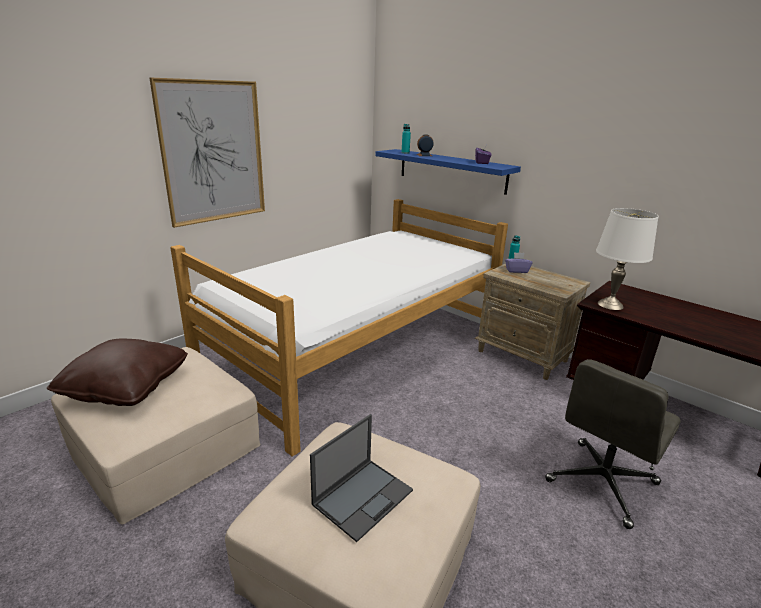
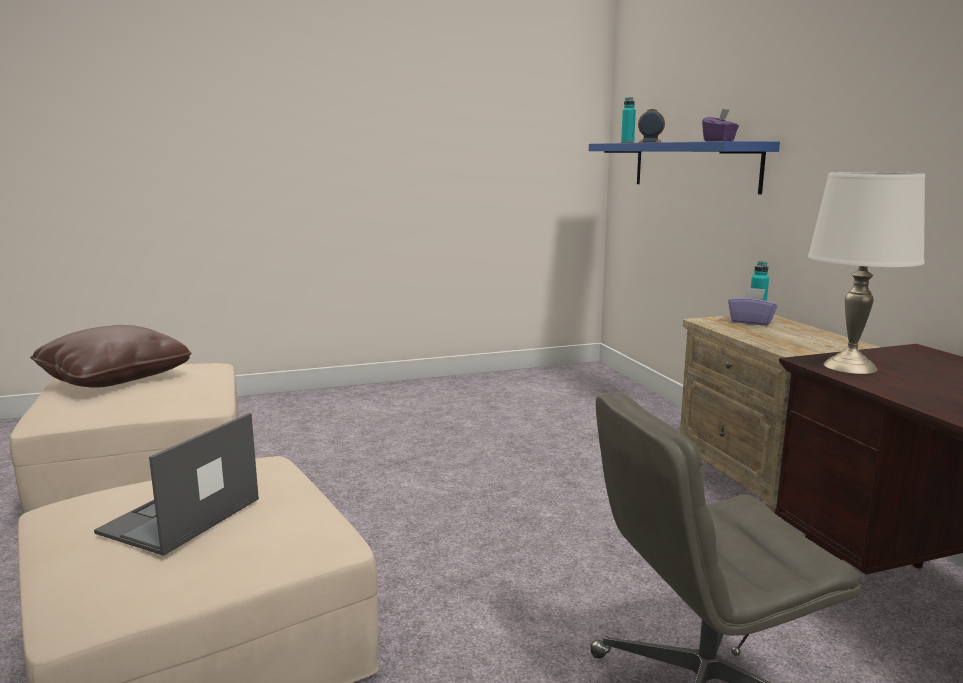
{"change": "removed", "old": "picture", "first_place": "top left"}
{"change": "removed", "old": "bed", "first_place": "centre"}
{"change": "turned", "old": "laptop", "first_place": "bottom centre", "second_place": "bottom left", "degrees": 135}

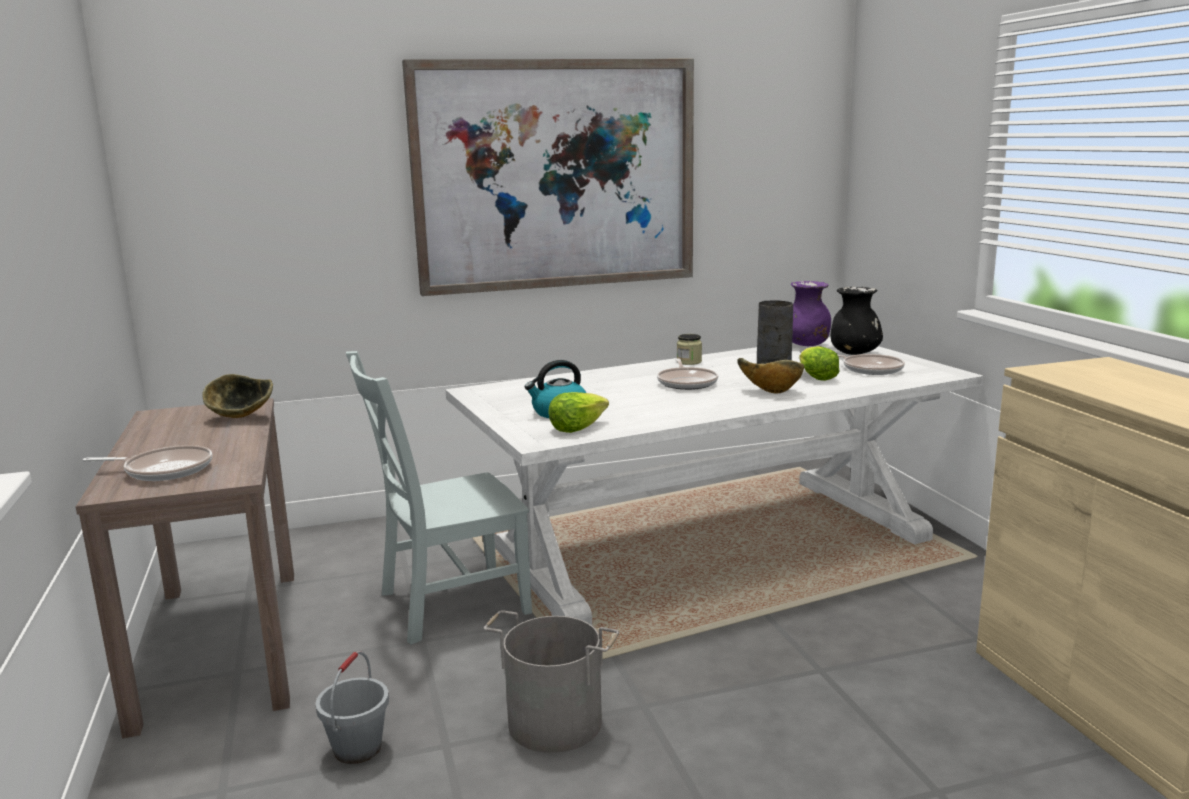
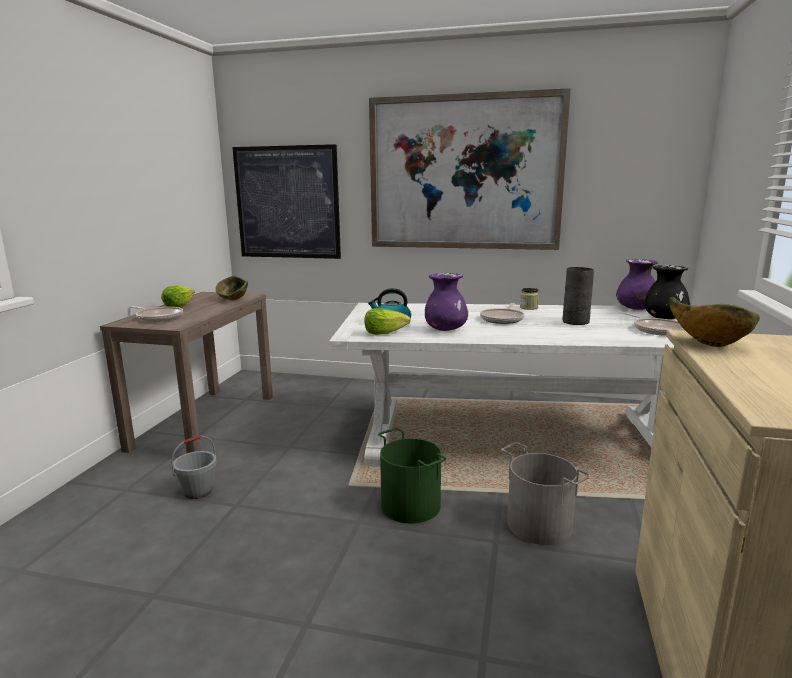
{"change": "moved", "old": "lettuce (2nd from left in the first image)", "new": "lettuce (1st from left)", "first_place": "middle right", "second_place": "middle left"}
{"change": "removed", "old": "chair/grey", "first_place": "centre"}
{"change": "moved", "old": "bowl (2nd from left)", "first_place": "centre", "second_place": "middle right"}
{"change": "moved", "old": "bucket/grey (2nd from left)", "first_place": "bottom centre", "second_place": "bottom right"}
{"change": "added", "new": "picture (1st from left)", "second_place": "top centre"}
{"change": "added", "new": "vase/purple (1st from left)", "second_place": "centre"}
{"change": "added", "new": "bucket/green", "second_place": "bottom centre"}

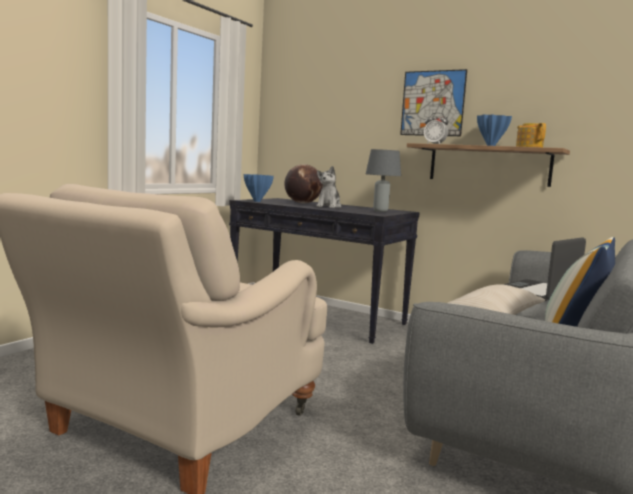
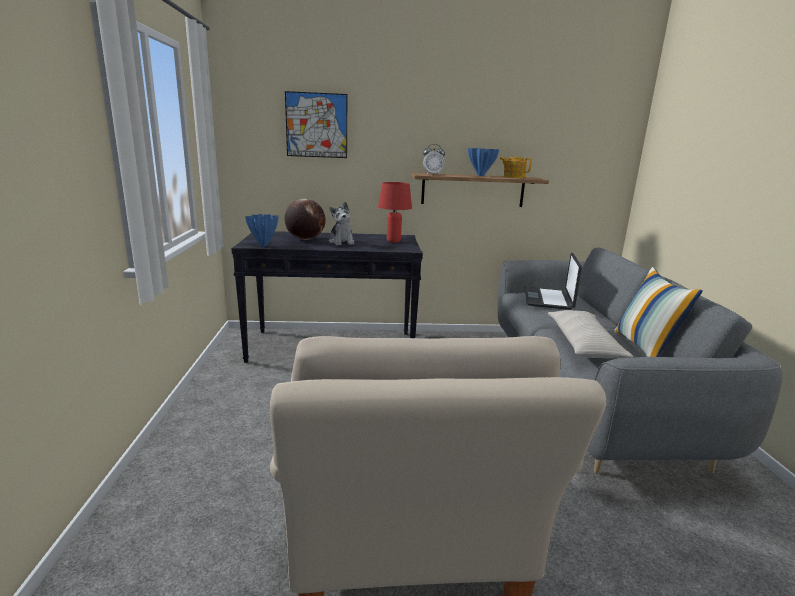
{"change": "moved", "old": "picture", "first_place": "top right", "second_place": "top centre"}
{"change": "recoloured", "old": "table lamp/grey", "new": "table lamp/red", "first_place": "centre", "second_place": "centre"}

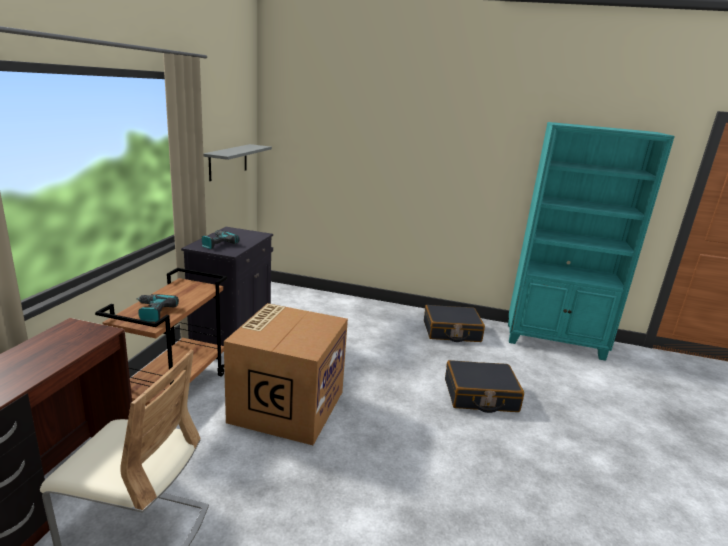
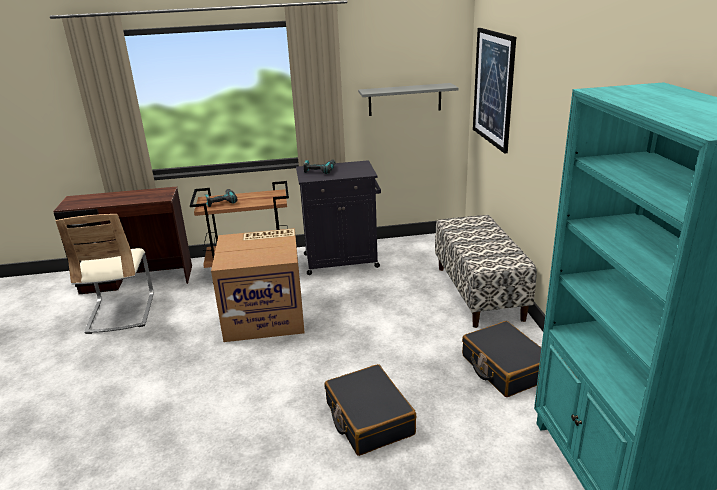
{"change": "added", "new": "picture", "second_place": "top right"}
{"change": "added", "new": "bench", "second_place": "middle right"}

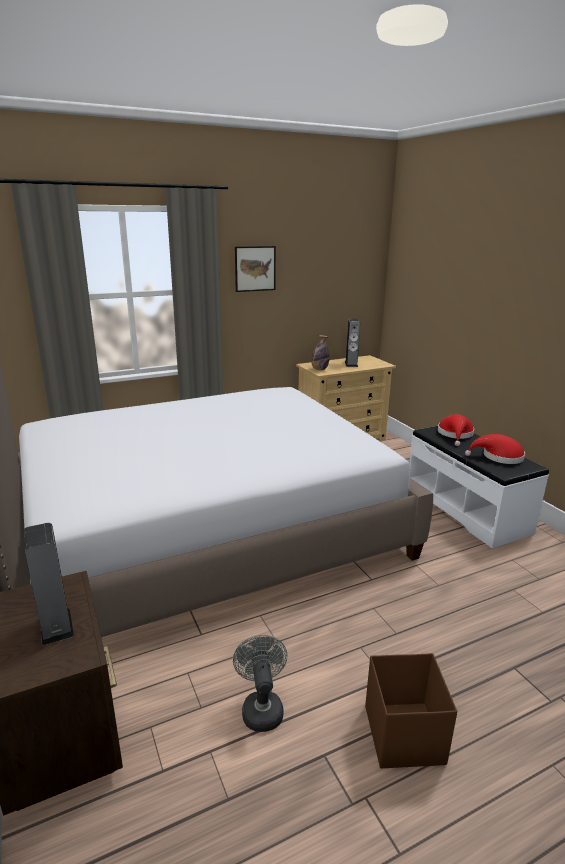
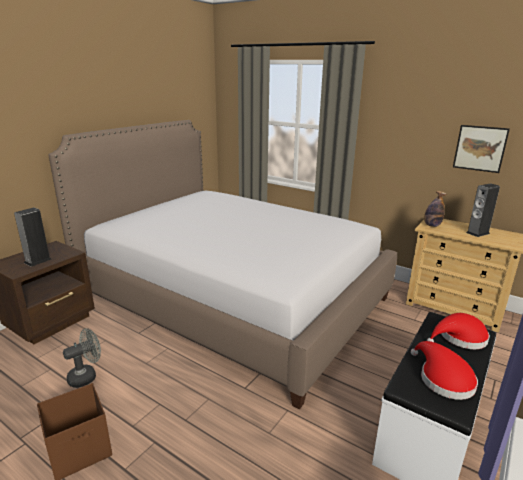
{"change": "moved", "old": "picture", "first_place": "top centre", "second_place": "top right"}

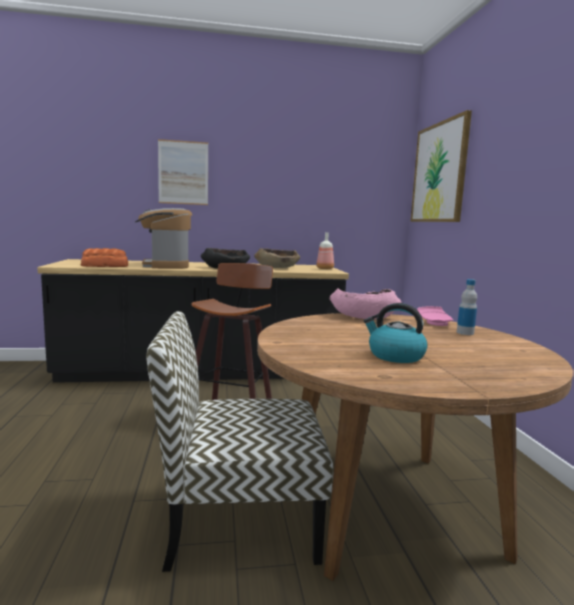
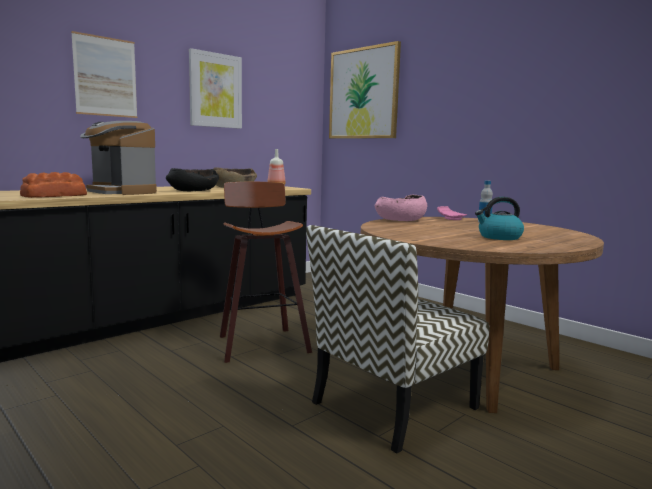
{"change": "added", "new": "picture (2nd from left)", "second_place": "top left"}

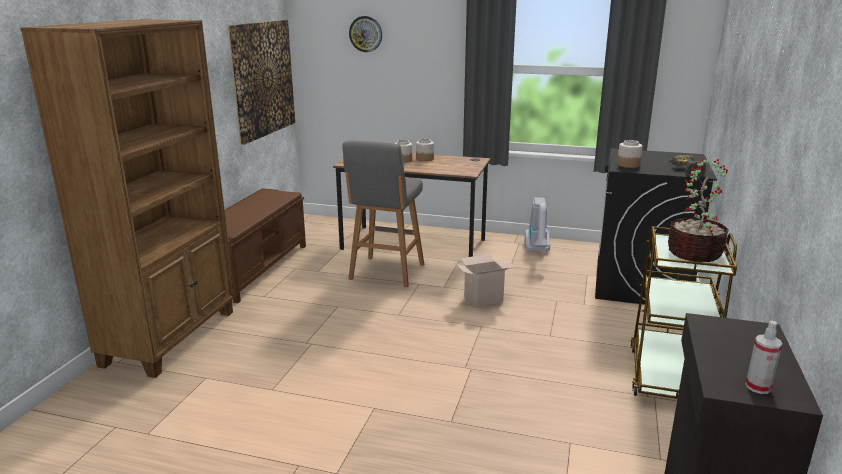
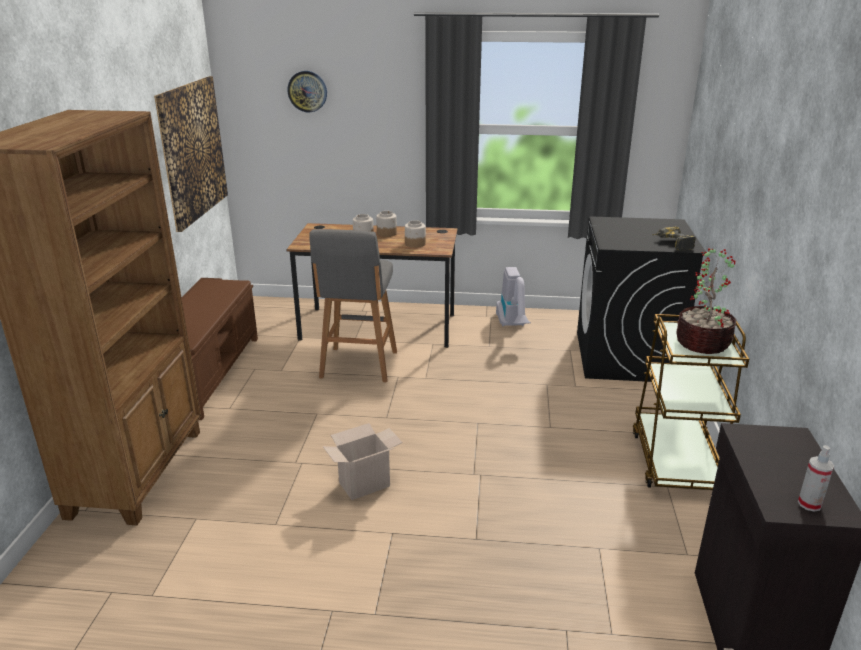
{"change": "moved", "old": "jar (3rd from left)", "first_place": "top right", "second_place": "centre"}
{"change": "moved", "old": "cardboard box", "first_place": "centre", "second_place": "bottom centre"}

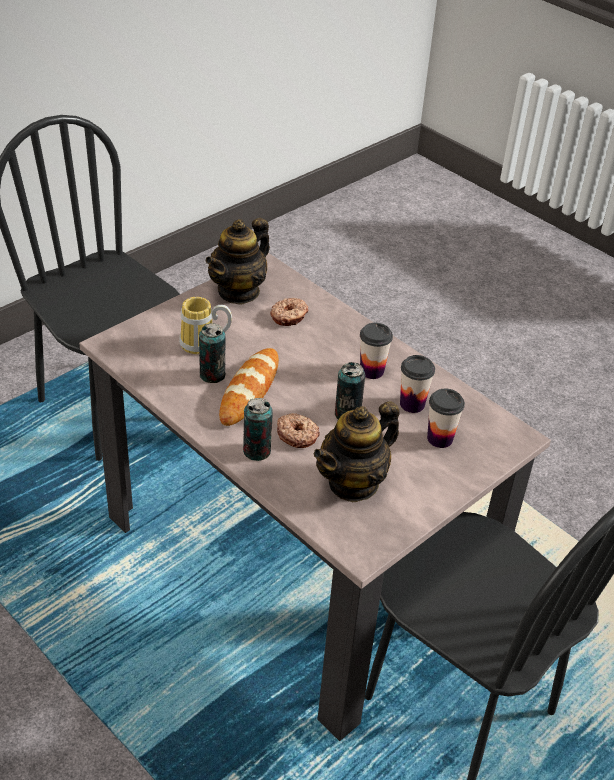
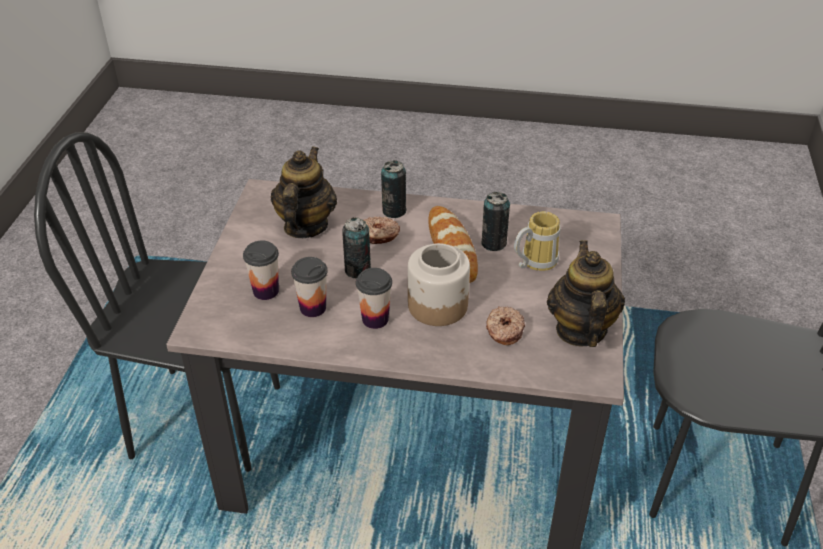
{"change": "added", "new": "jar", "second_place": "centre"}

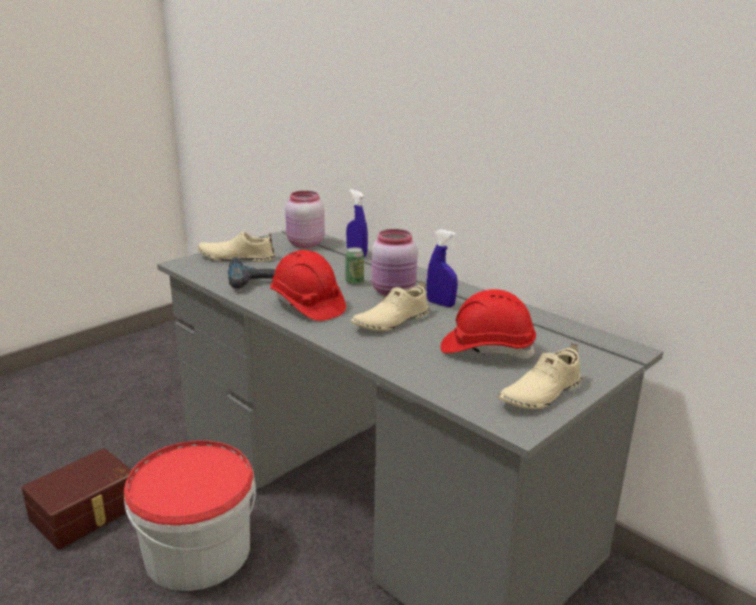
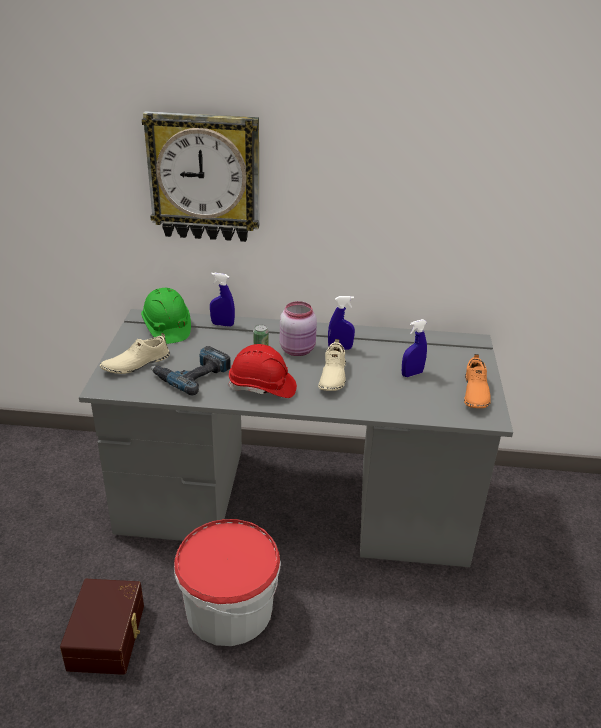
{"change": "replaced", "old": "jar/pink (1st from left)", "new": "hard hat/green", "first_place": "centre", "second_place": "middle left"}
{"change": "replaced", "old": "hard hat/red (2nd from left)", "new": "spray bottle/blue (3rd from left)", "first_place": "centre", "second_place": "middle right"}
{"change": "recoloured", "old": "shoe/beige (3rd from left)", "new": "shoe/orange", "first_place": "middle right", "second_place": "middle right"}
{"change": "added", "new": "wall clock", "second_place": "top left"}

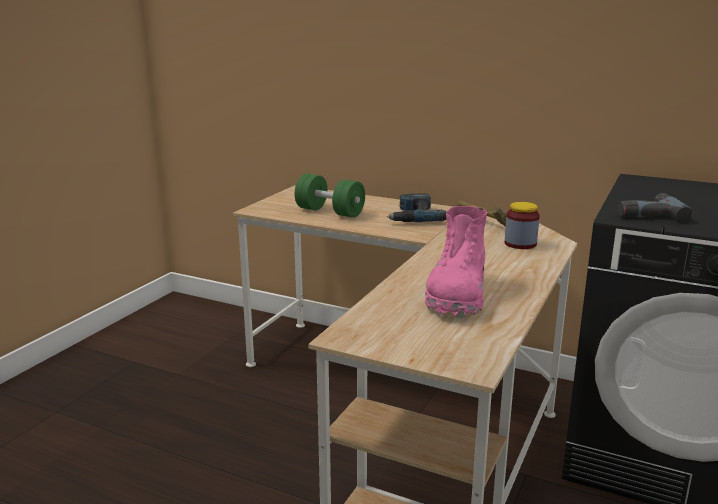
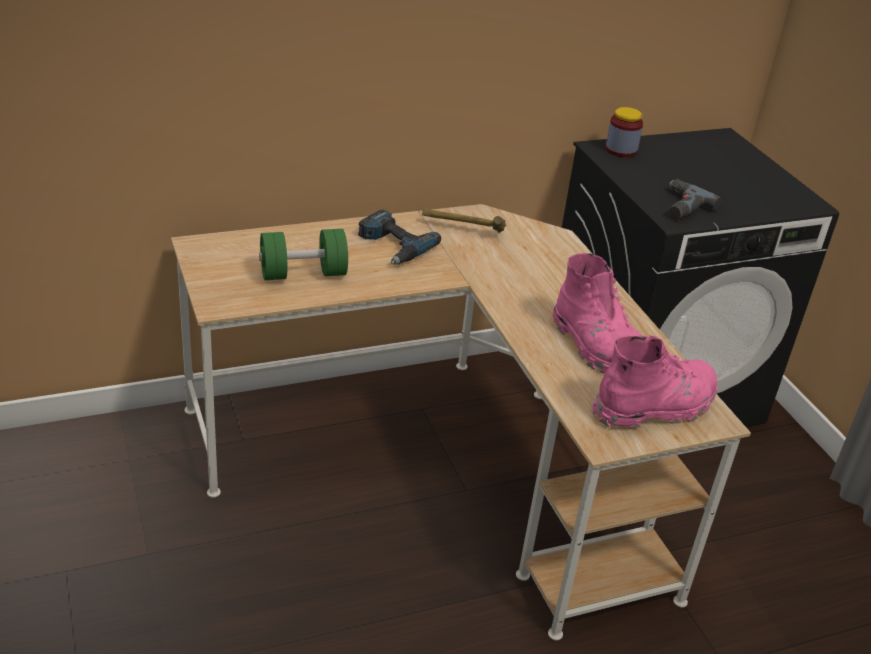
{"change": "moved", "old": "jar", "first_place": "middle right", "second_place": "top right"}
{"change": "added", "new": "boot/pink (2nd from left)", "second_place": "middle right"}

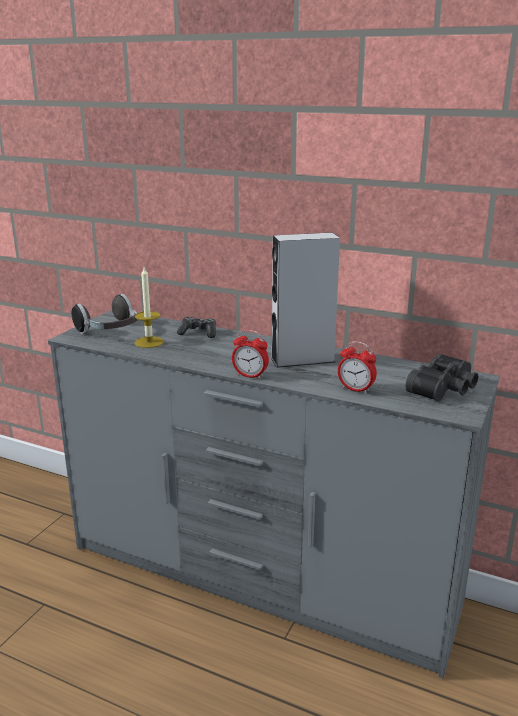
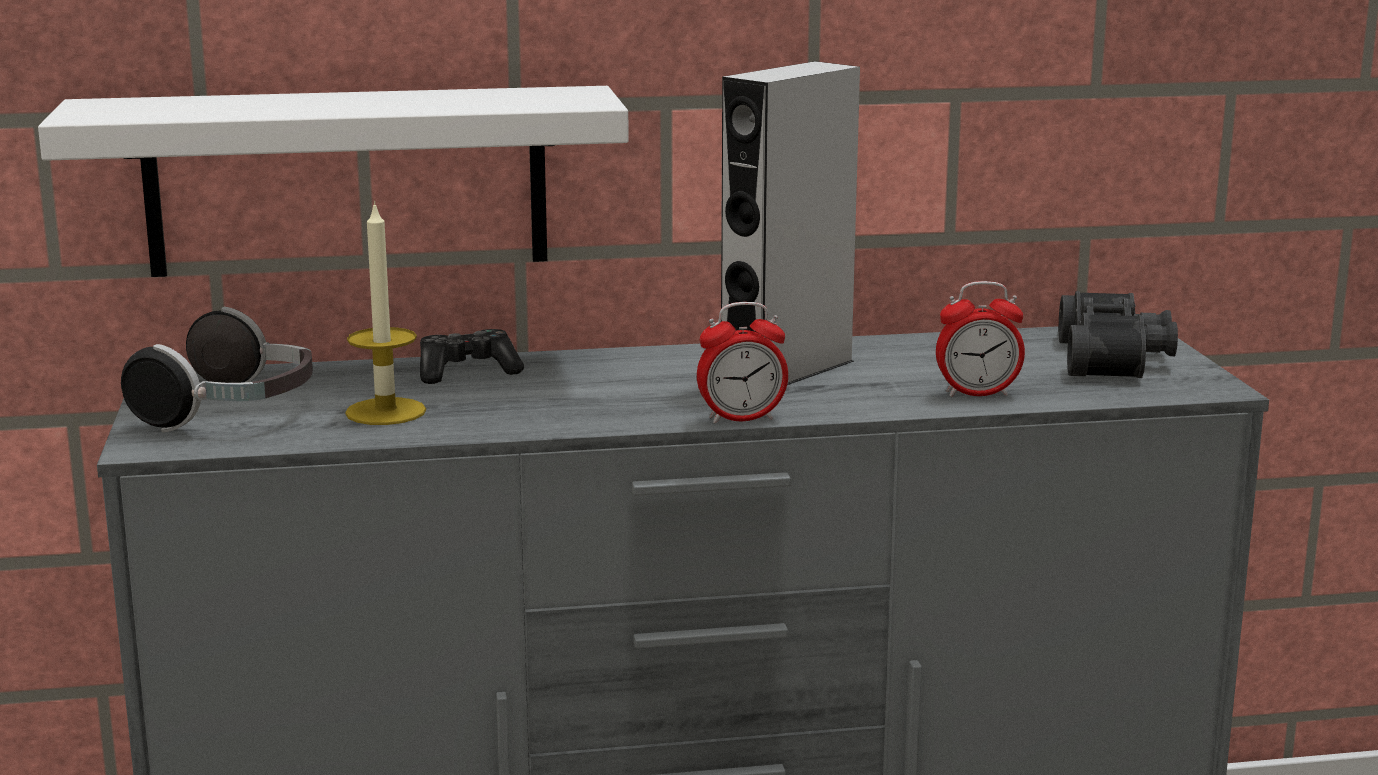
{"change": "added", "new": "shelf/white", "second_place": "top left"}

